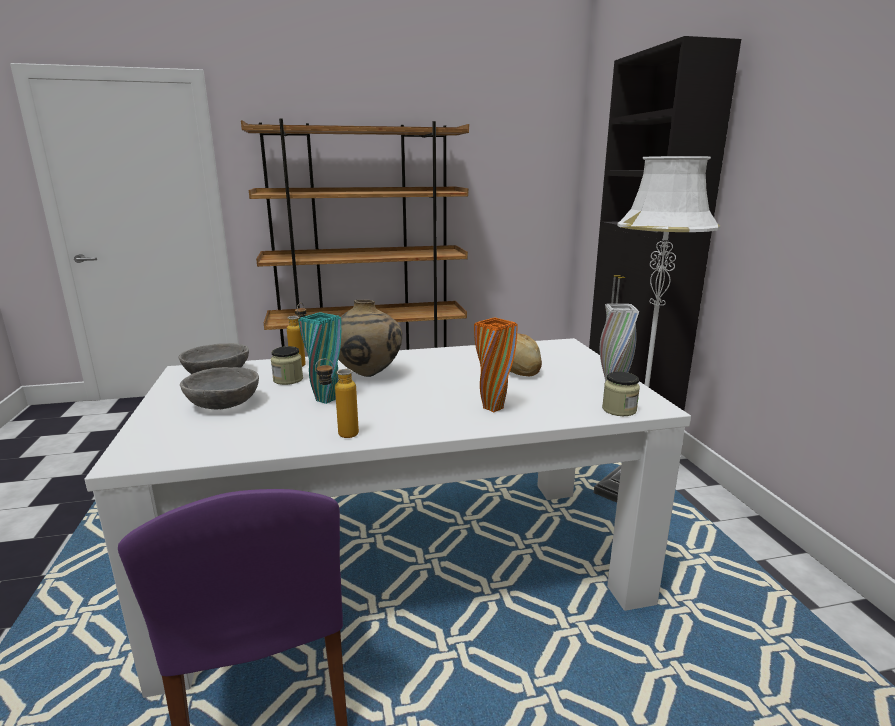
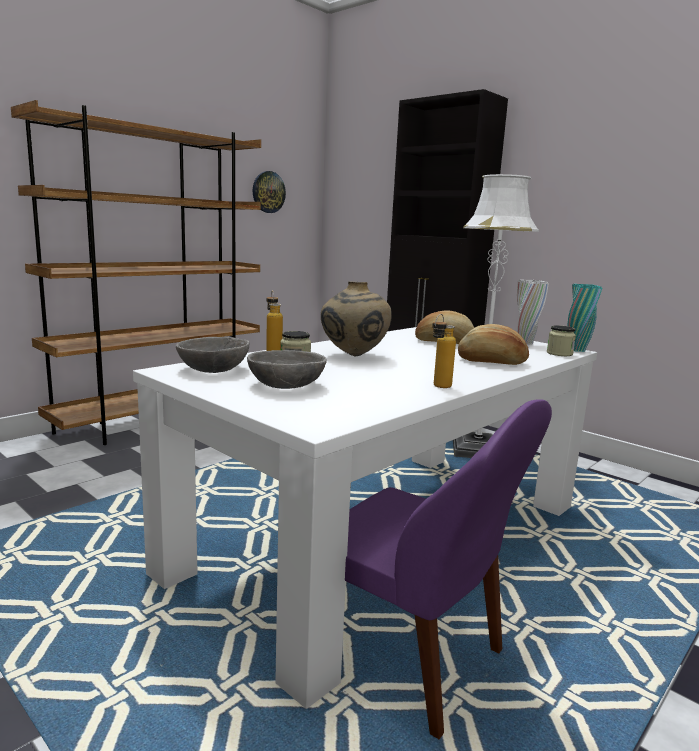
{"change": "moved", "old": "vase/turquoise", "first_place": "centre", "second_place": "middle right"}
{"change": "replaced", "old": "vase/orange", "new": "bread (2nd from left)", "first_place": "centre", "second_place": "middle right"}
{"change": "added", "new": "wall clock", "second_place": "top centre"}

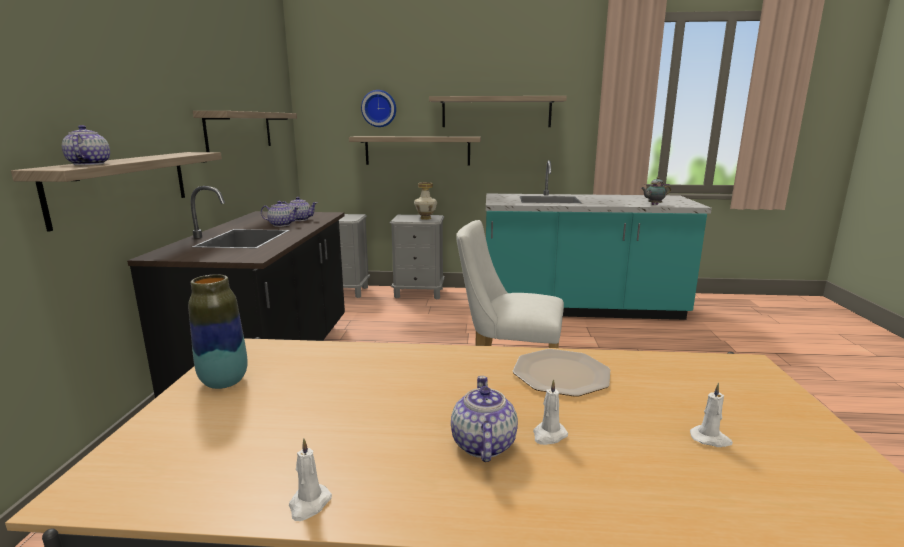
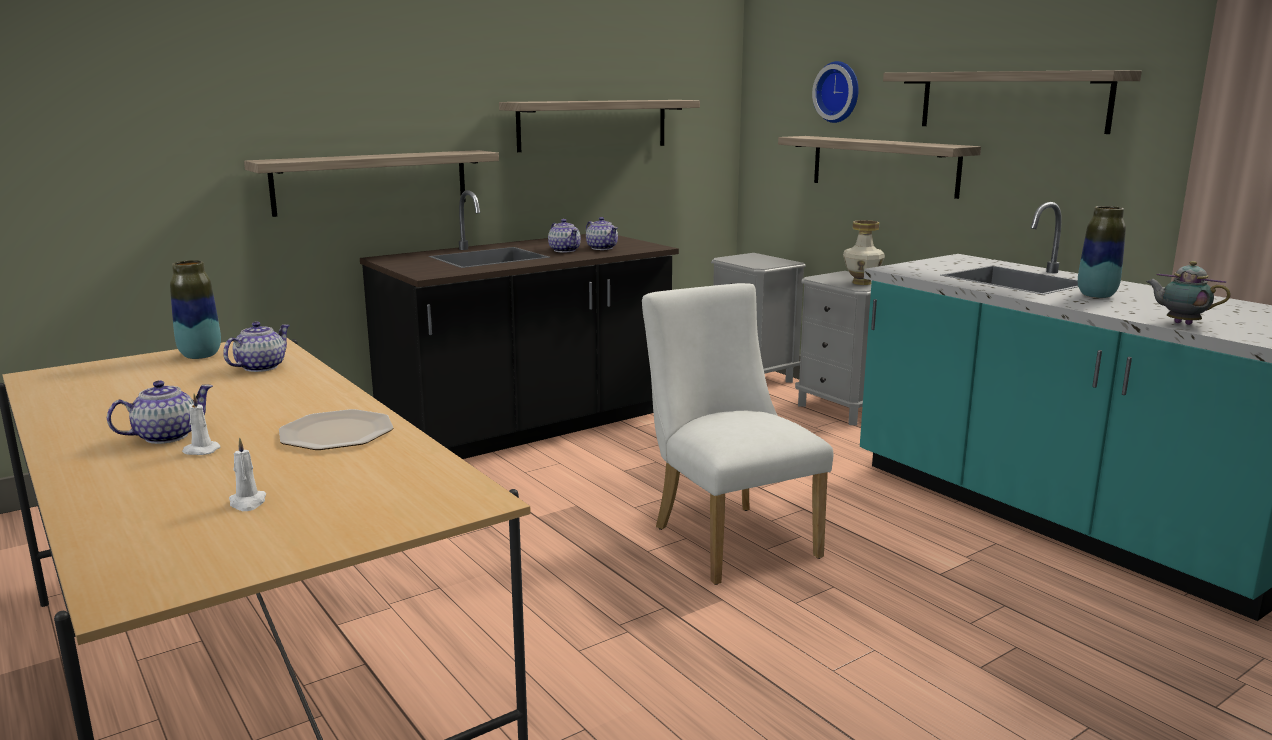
{"change": "moved", "old": "teapot (1st from left in the first image)", "new": "teapot (2nd from left)", "first_place": "top left", "second_place": "middle left"}
{"change": "removed", "old": "candle/white (1st from left)", "first_place": "bottom centre"}
{"change": "added", "new": "vase (3rd from left)", "second_place": "middle right"}

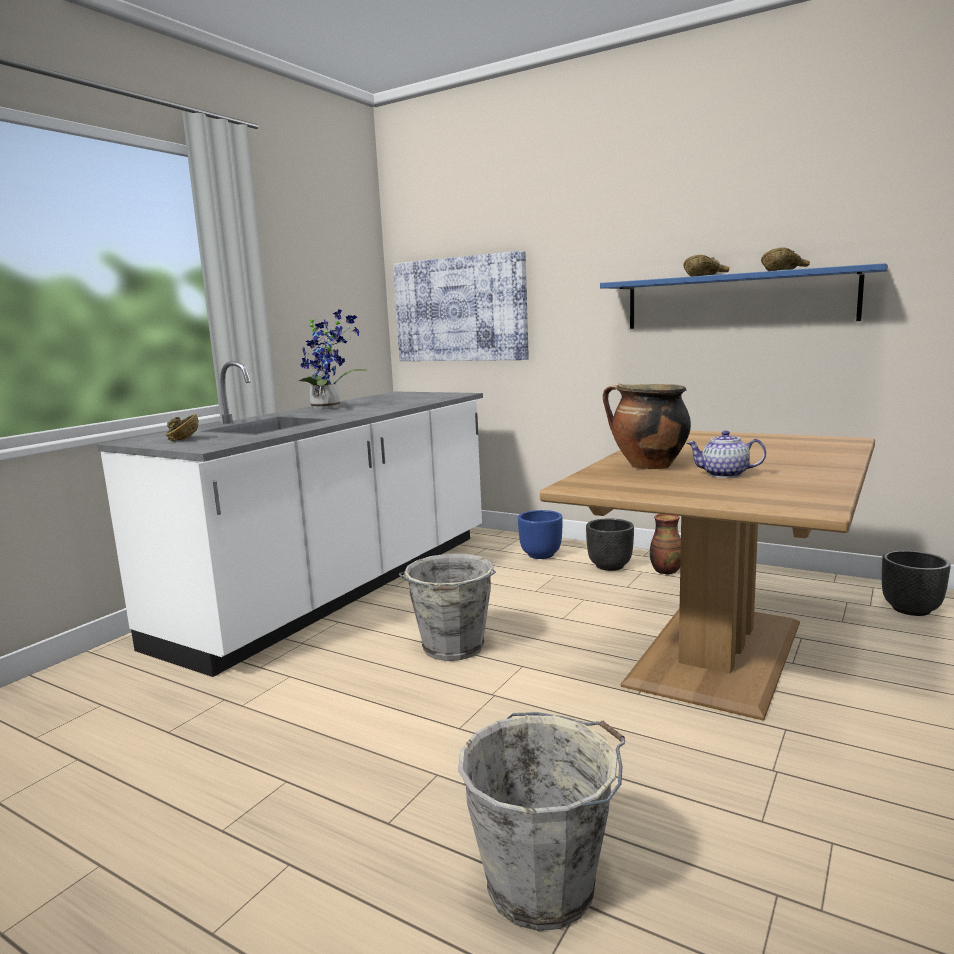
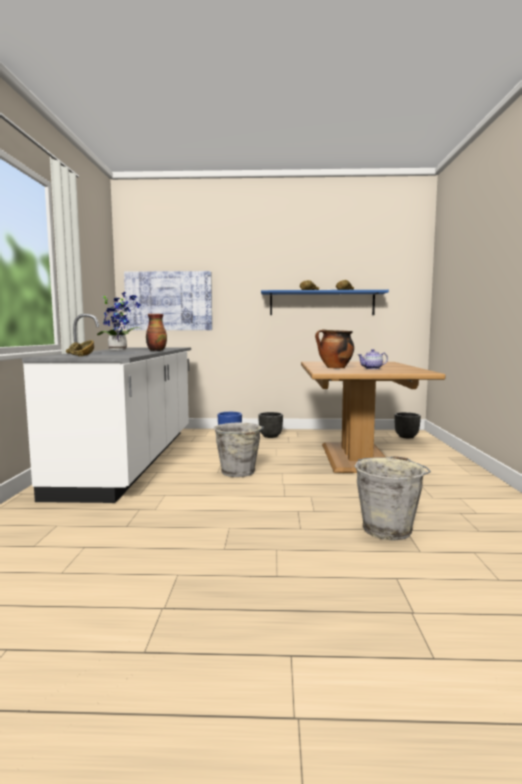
{"change": "moved", "old": "vase", "first_place": "middle right", "second_place": "middle left"}

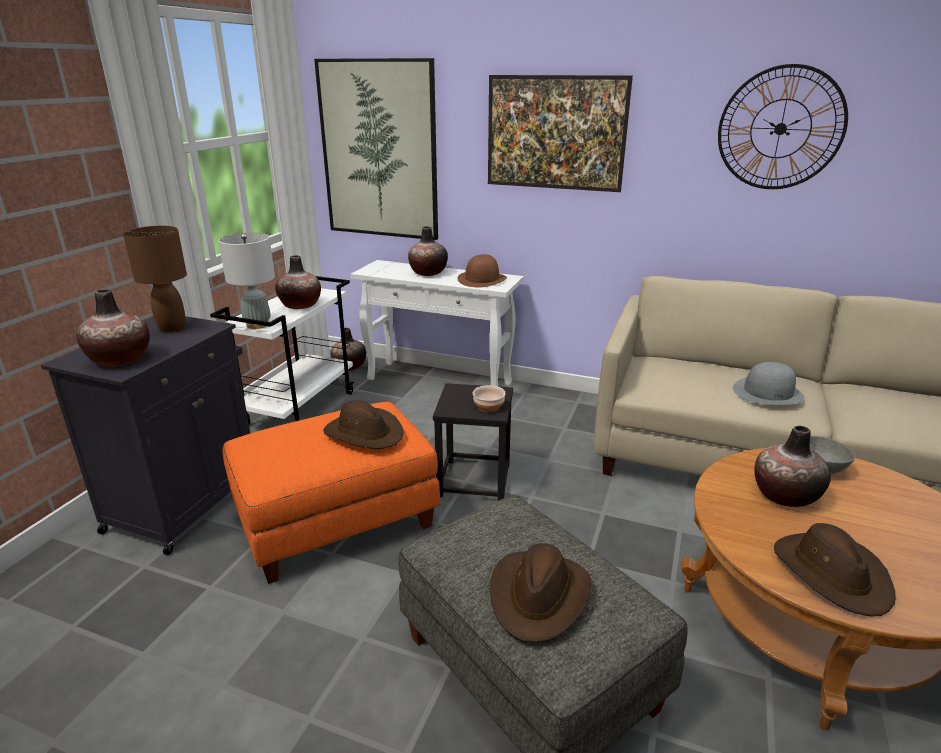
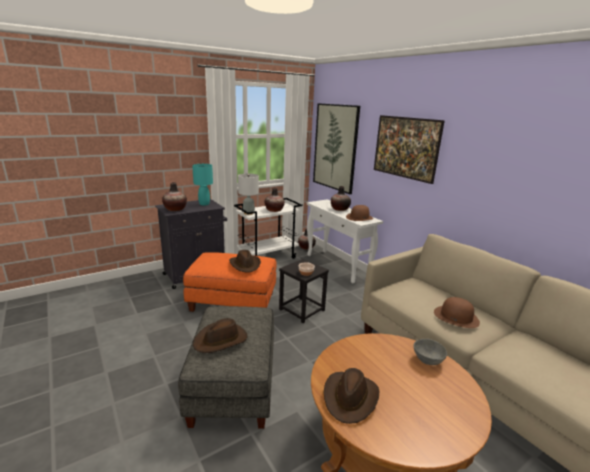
{"change": "removed", "old": "wall clock", "first_place": "top right"}
{"change": "recoloured", "old": "table lamp/brown", "new": "table lamp/turquoise", "first_place": "middle left", "second_place": "centre"}
{"change": "recoloured", "old": "hat/grey", "new": "hat/brown (5th from left)", "first_place": "middle right", "second_place": "middle right"}
{"change": "removed", "old": "vase (5th from left)", "first_place": "middle right"}

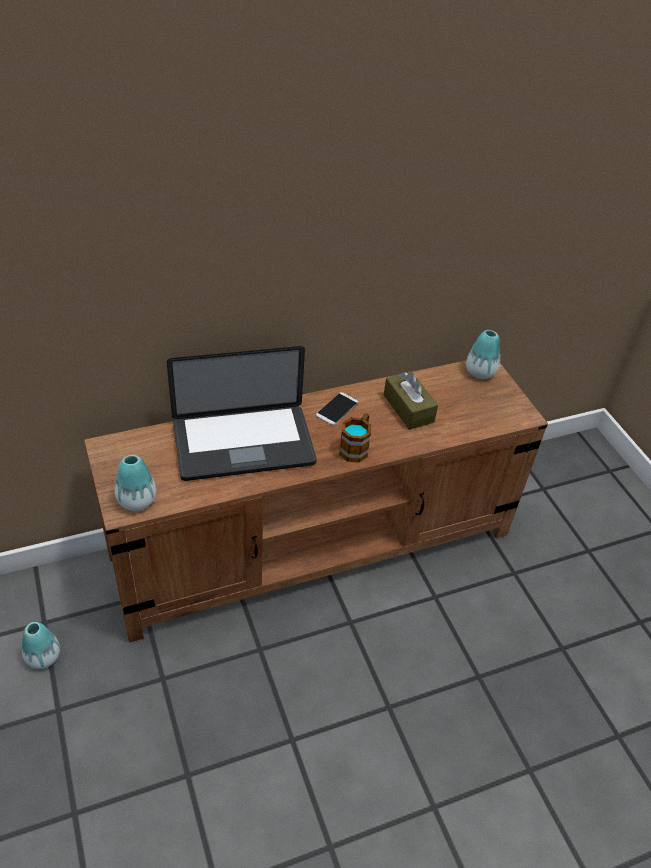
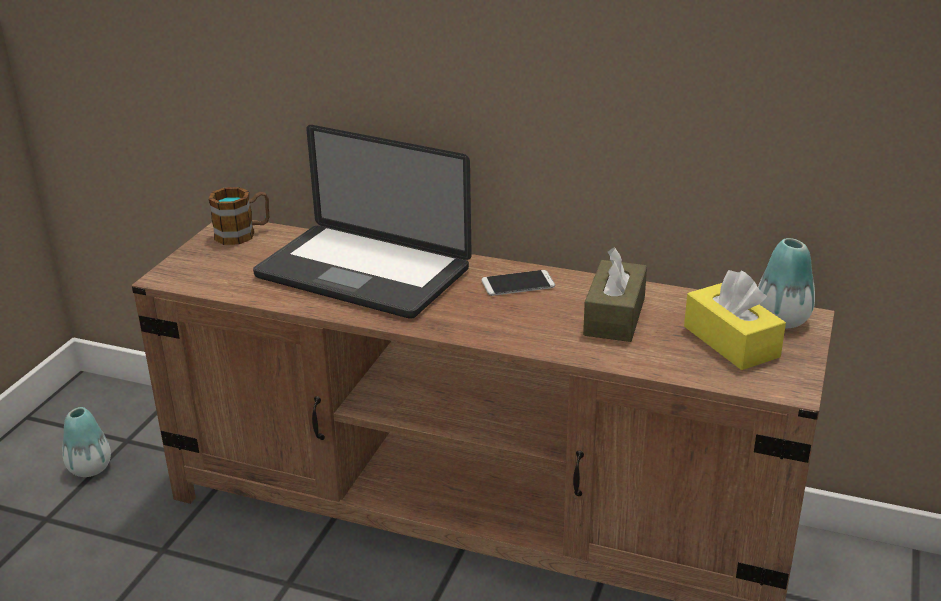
{"change": "moved", "old": "mug", "first_place": "centre", "second_place": "middle left"}
{"change": "removed", "old": "vase (2nd from left)", "first_place": "middle left"}
{"change": "added", "new": "tissue box/yellow", "second_place": "middle right"}

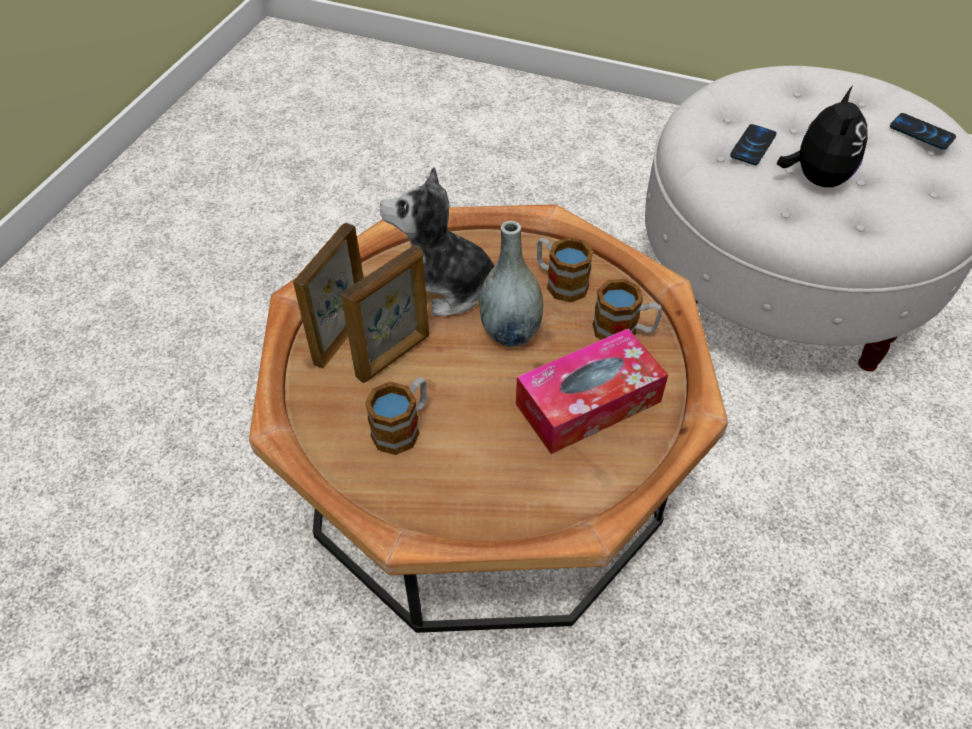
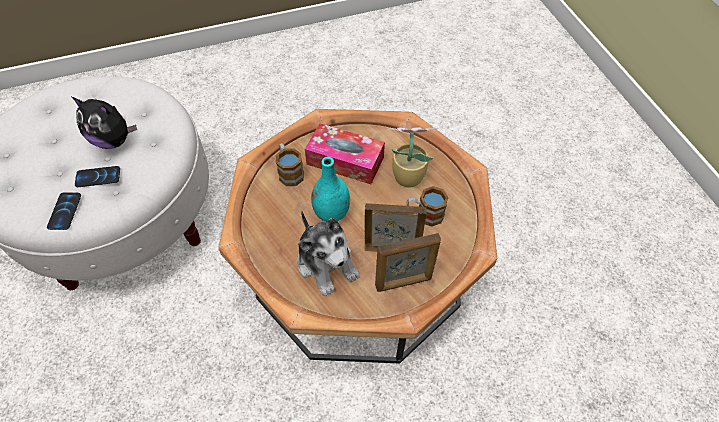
{"change": "turned", "old": "plush toy (2nd from left in the first image)", "first_place": "top right", "second_place": "top left", "degrees": -135}
{"change": "moved", "old": "phone (2nd from left in the first image)", "new": "phone (1st from left)", "first_place": "top right", "second_place": "middle left"}
{"change": "recoloured", "old": "vase/grey", "new": "vase/turquoise", "first_place": "centre", "second_place": "centre"}
{"change": "removed", "old": "mug (2nd from left)", "first_place": "centre"}
{"change": "added", "new": "potted plant", "second_place": "centre"}

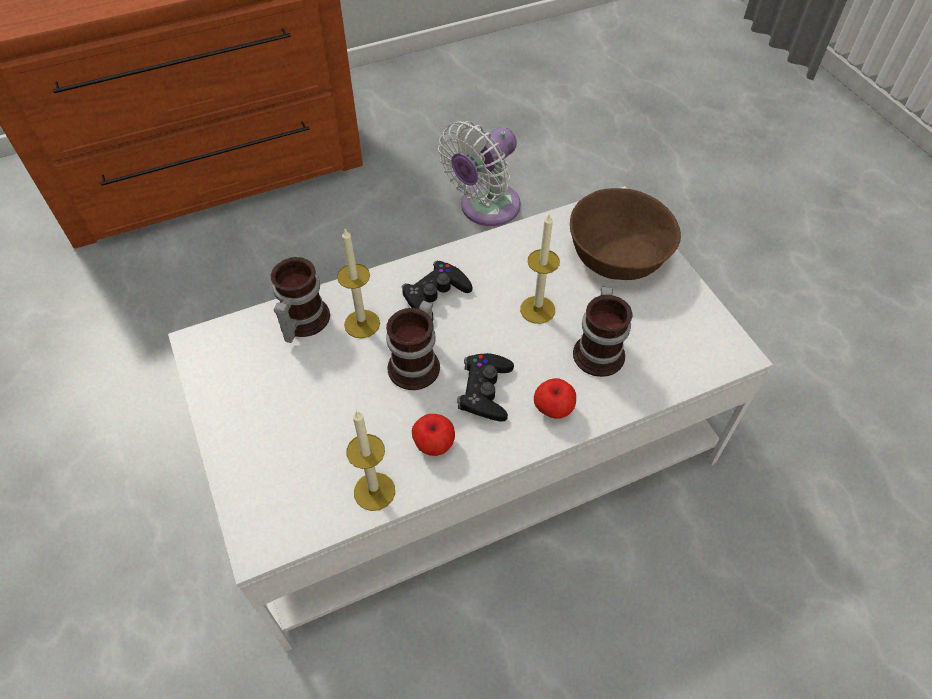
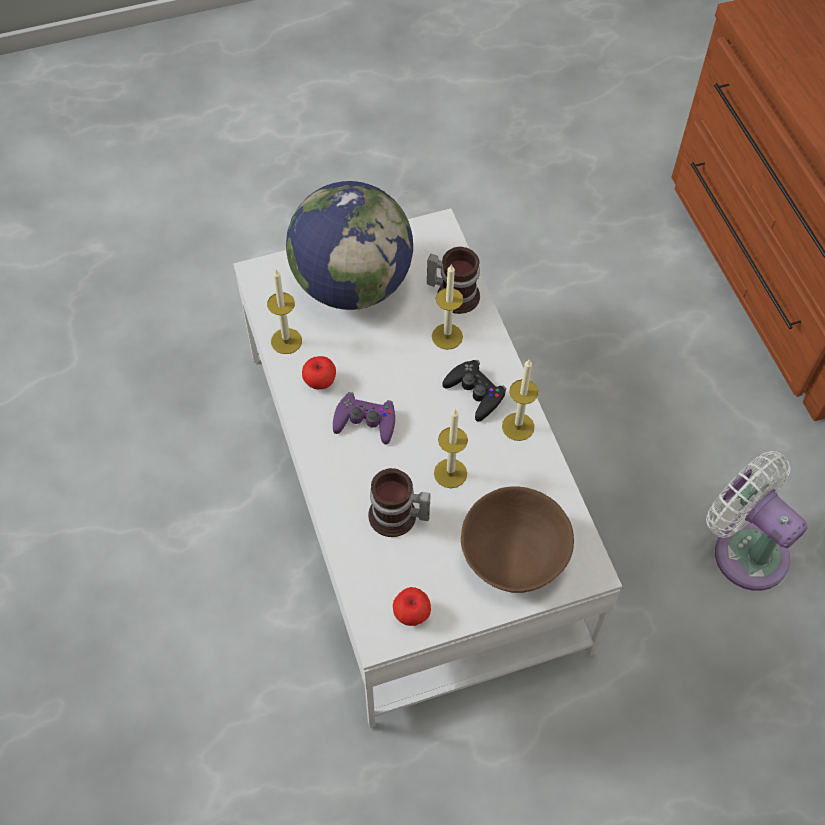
{"change": "removed", "old": "mug (2nd from left)", "first_place": "centre"}
{"change": "recoloured", "old": "game controller/black (2nd from left)", "new": "game controller/purple", "first_place": "centre", "second_place": "centre"}
{"change": "moved", "old": "apple (2nd from left)", "first_place": "centre", "second_place": "bottom centre"}
{"change": "added", "new": "globe", "second_place": "top centre"}
{"change": "added", "new": "candle (4th from left)", "second_place": "centre"}

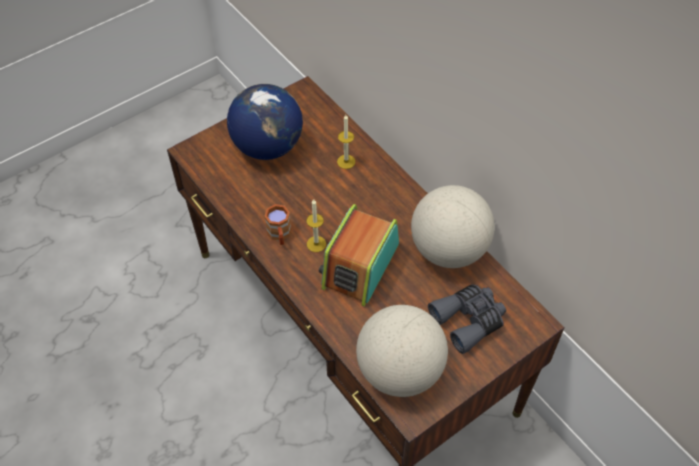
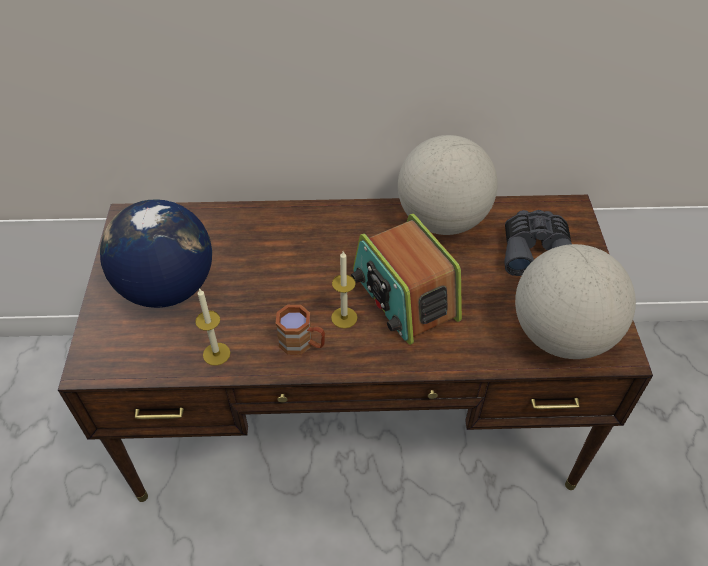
{"change": "moved", "old": "candle (2nd from left in the first image)", "new": "candle (1st from left)", "first_place": "top centre", "second_place": "middle left"}

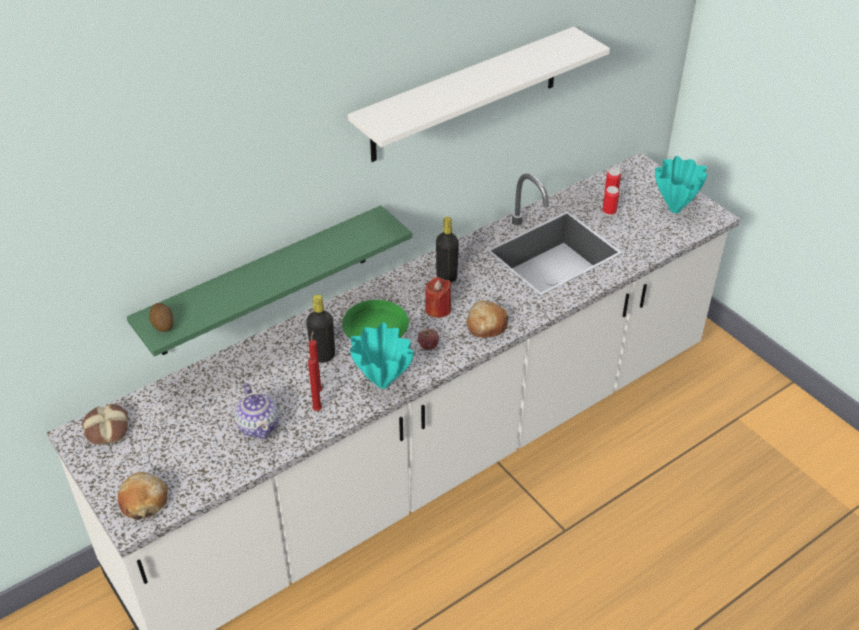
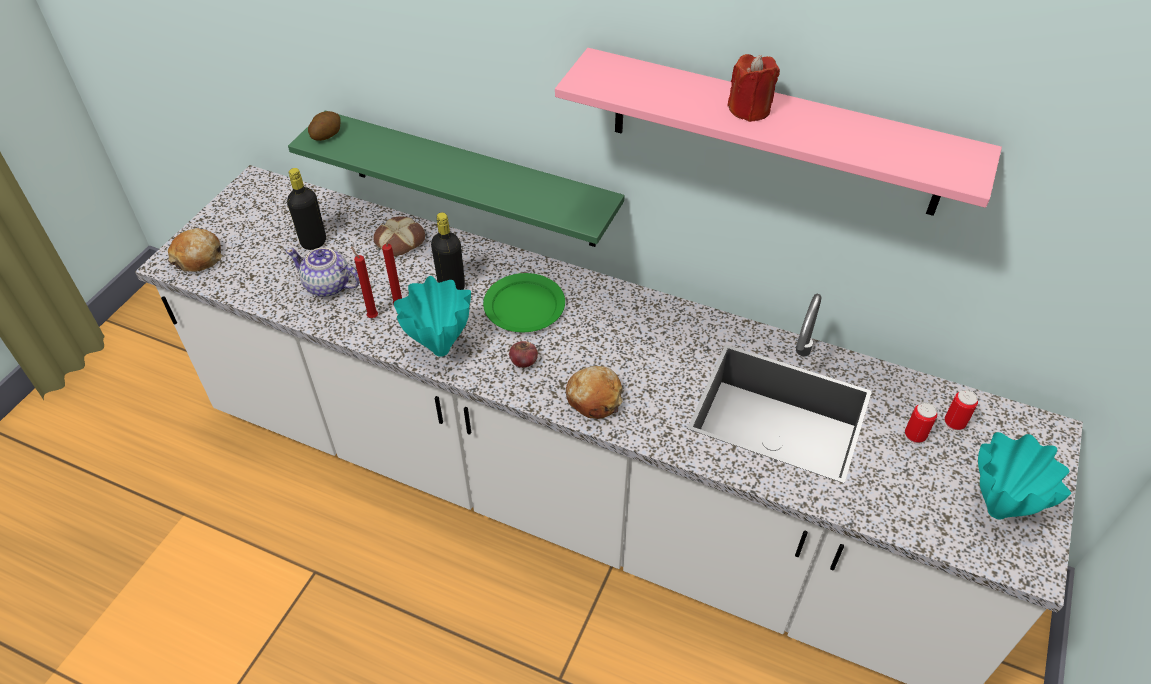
{"change": "recoloured", "old": "shelf/white", "new": "shelf/pink", "first_place": "top centre", "second_place": "top right"}
{"change": "moved", "old": "bottle/black (2nd from left in the first image)", "new": "bottle/black (1st from left)", "first_place": "centre", "second_place": "top left"}
{"change": "moved", "old": "candle/red (3rd from left)", "first_place": "centre", "second_place": "top centre"}
{"change": "turned", "old": "teapot", "first_place": "middle left", "second_place": "middle left", "degrees": 75}
{"change": "moved", "old": "bread (1st from left in the first image)", "new": "bread (2nd from left)", "first_place": "bottom left", "second_place": "centre"}

